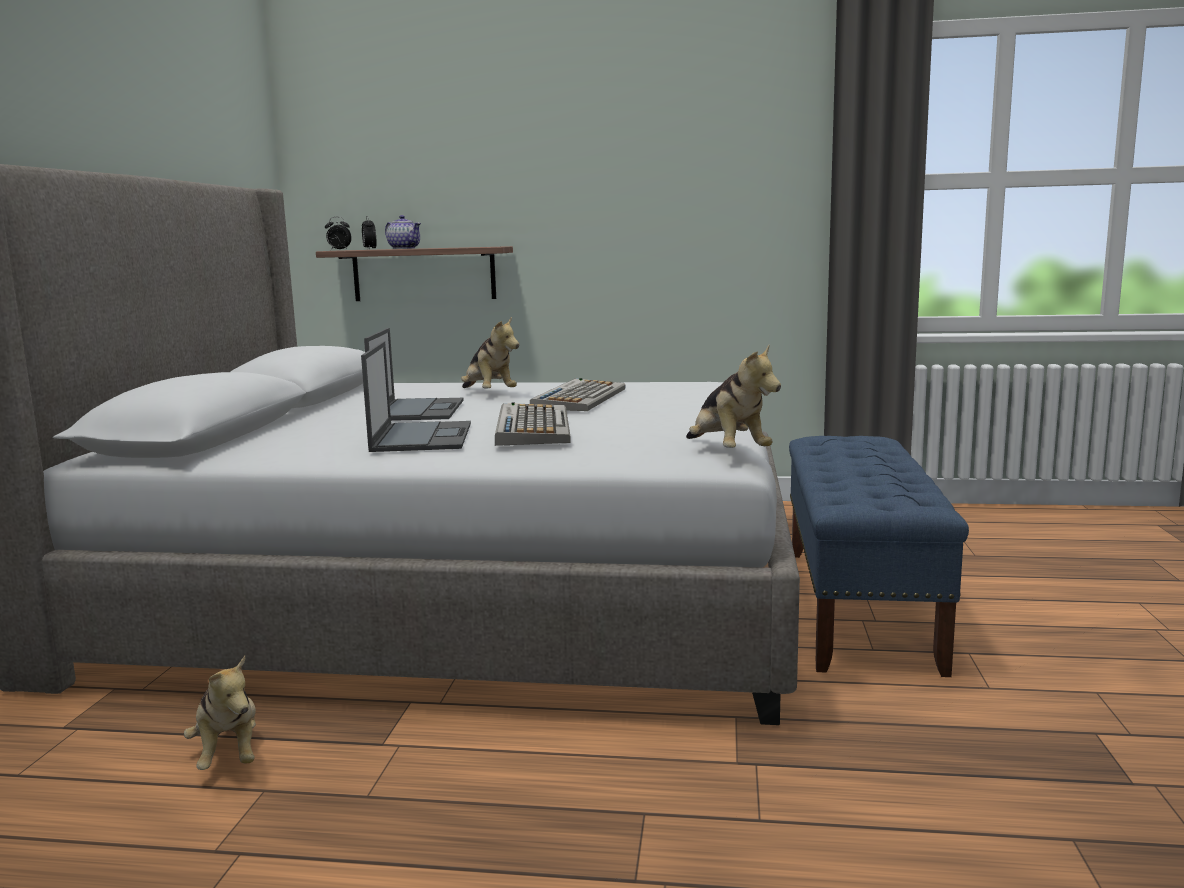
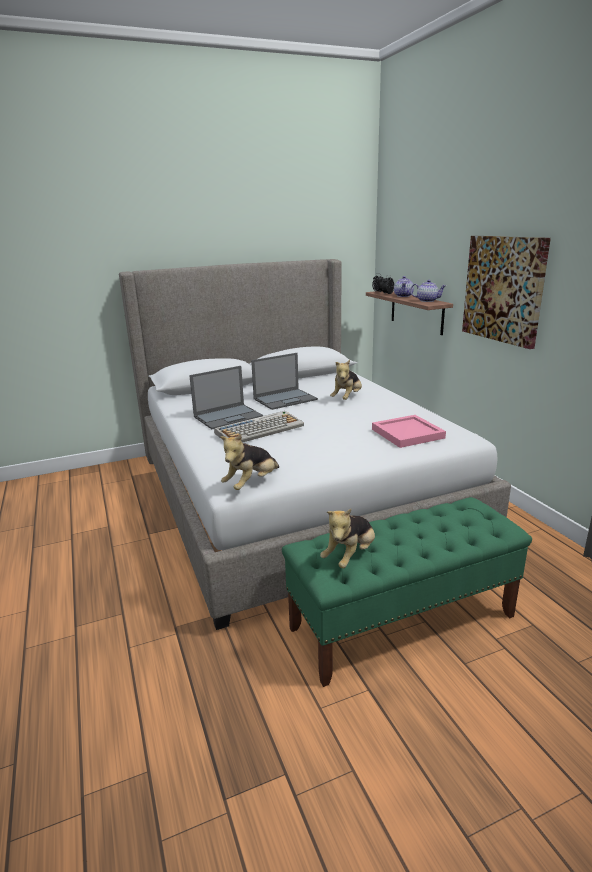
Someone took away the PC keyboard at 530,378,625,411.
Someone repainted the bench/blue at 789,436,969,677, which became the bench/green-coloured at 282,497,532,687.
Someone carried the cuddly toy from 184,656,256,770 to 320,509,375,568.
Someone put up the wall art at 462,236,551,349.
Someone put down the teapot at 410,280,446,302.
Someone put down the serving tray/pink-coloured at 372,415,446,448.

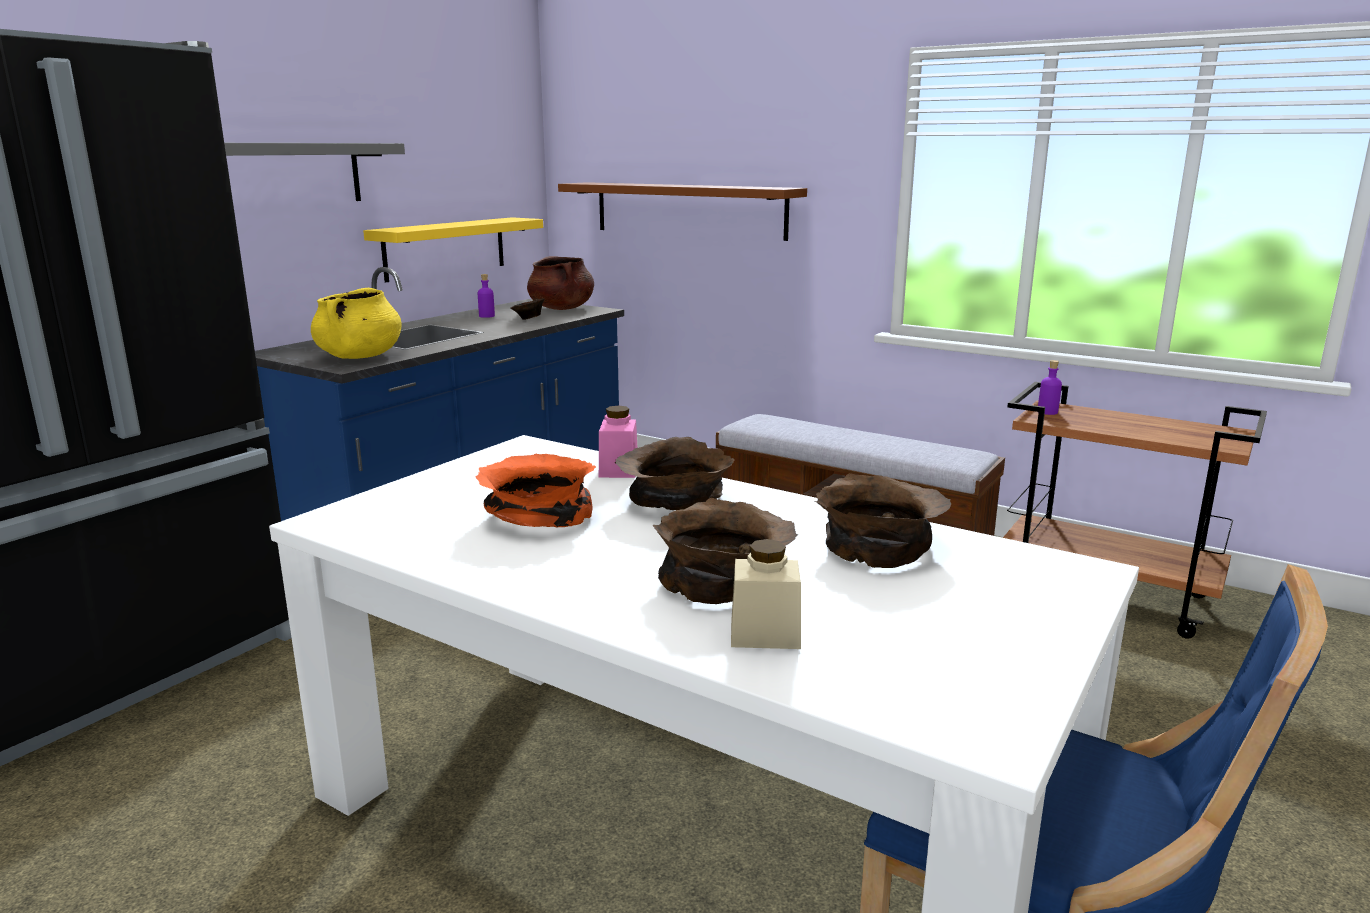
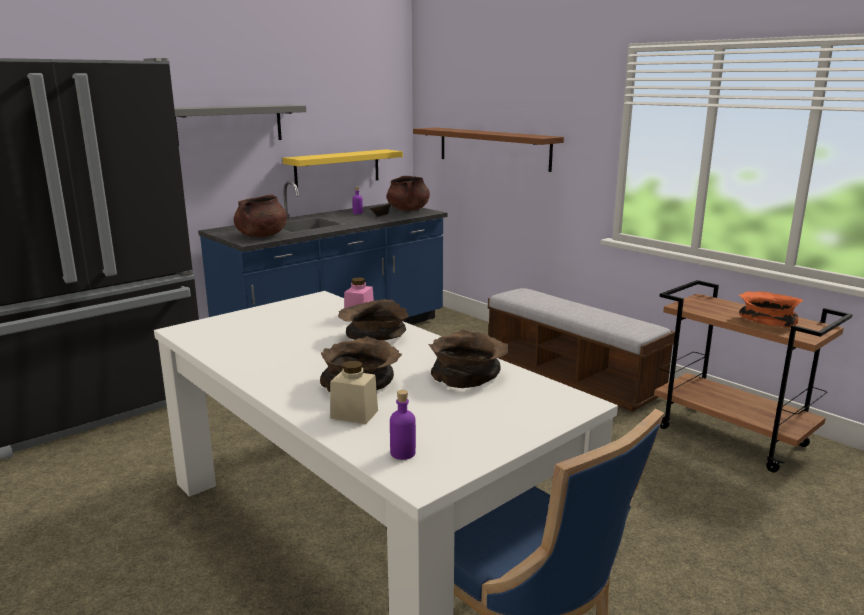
Someone repainted the stockpot/yellowish at 311,288,402,359, which became the stockpot/brown-coloured at 234,195,287,237.
Someone carried the drink bottle/purplish from 1038,360,1062,415 to 390,390,416,460.
Someone carried the serving bowl/orange-coloured from 475,454,596,528 to 738,291,803,327.

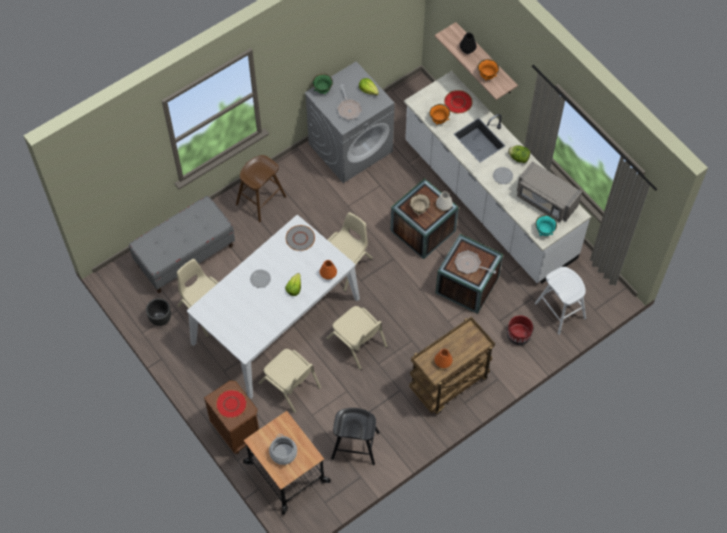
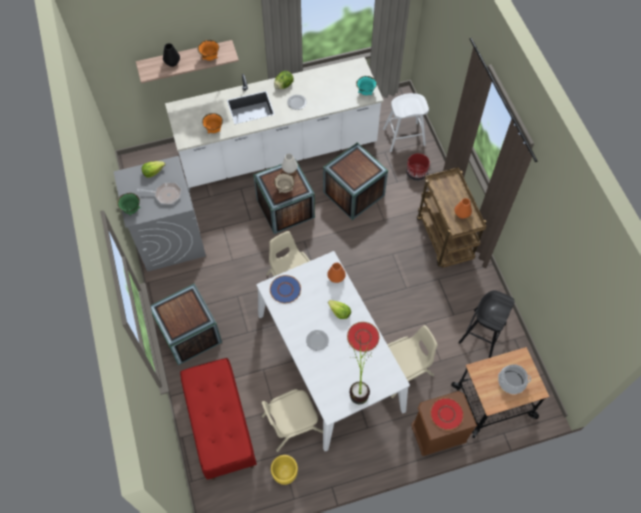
Someone carried the dinner plate/reddish from 444,90,472,113 to 347,322,379,352.
Someone swapped the stool/brown-coloured at 236,155,286,222 for the shipping crate at 150,284,222,365.
Someone took away the microwave/gray at 517,161,582,222.
Someone repainted the bench/gray at 129,196,235,293, which became the bench/reddish at 180,358,257,480.
Someone repainted the dinner plate/gray at 286,225,315,251, which became the dinner plate/blue at 270,275,301,303.
Someone took away the frying pan at 454,250,496,274.
Someone repainted the planter/blackish at 146,298,171,326, which became the planter/yellowish at 271,455,298,485.
Someone took away the chair/beige-coloured at 326,306,387,370.
Someone put down the plant in a pot at 350,337,370,404.

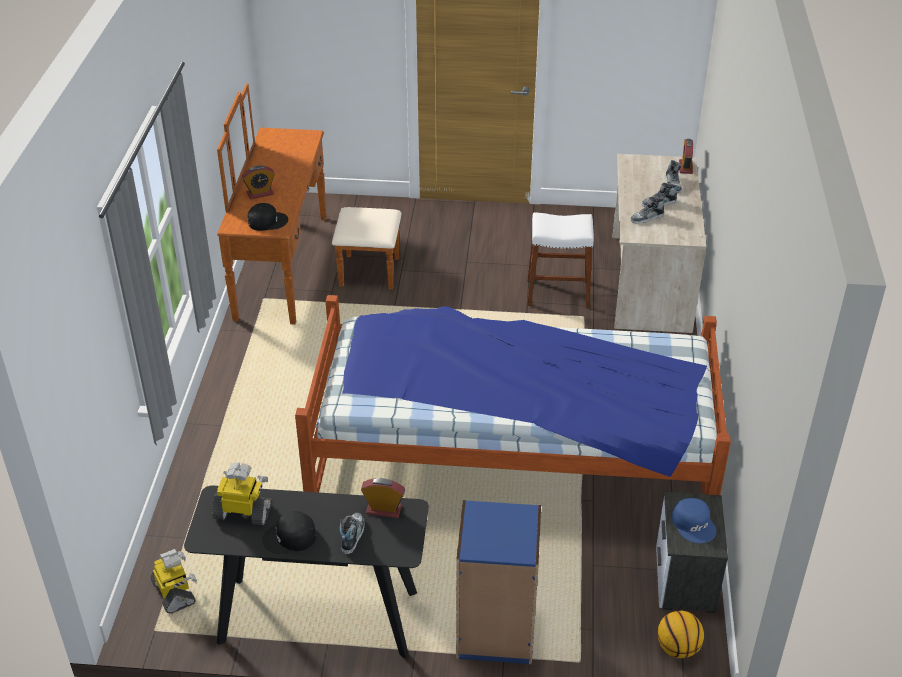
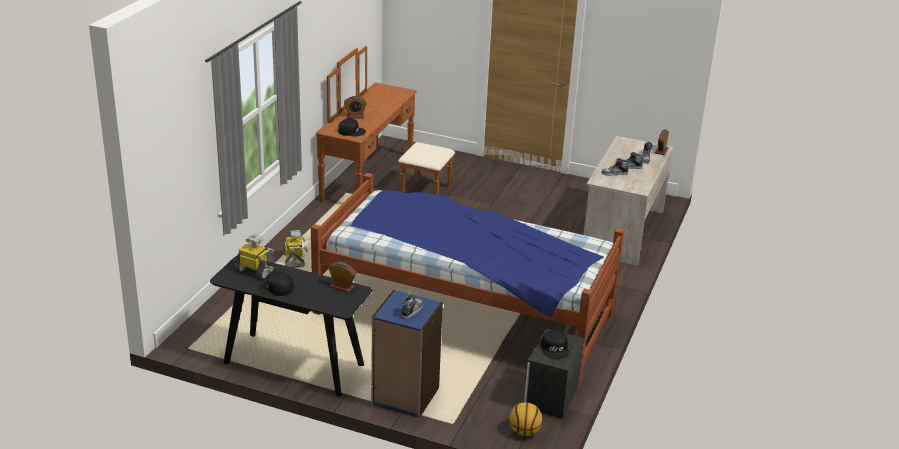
Someone took away the stool/white-coloured at 527,212,594,308.
Someone repainted the cap/blue at 672,498,716,543, which became the cap/blackish at 541,330,569,359.
Someone carried the low shoe from 340,513,364,554 to 401,294,423,319.
Someone carried the toy robot from 150,549,197,614 to 283,230,308,268.

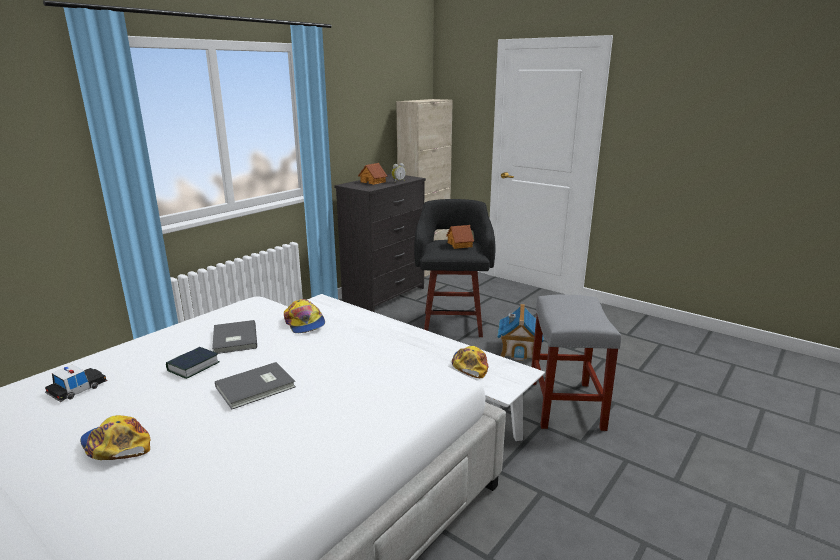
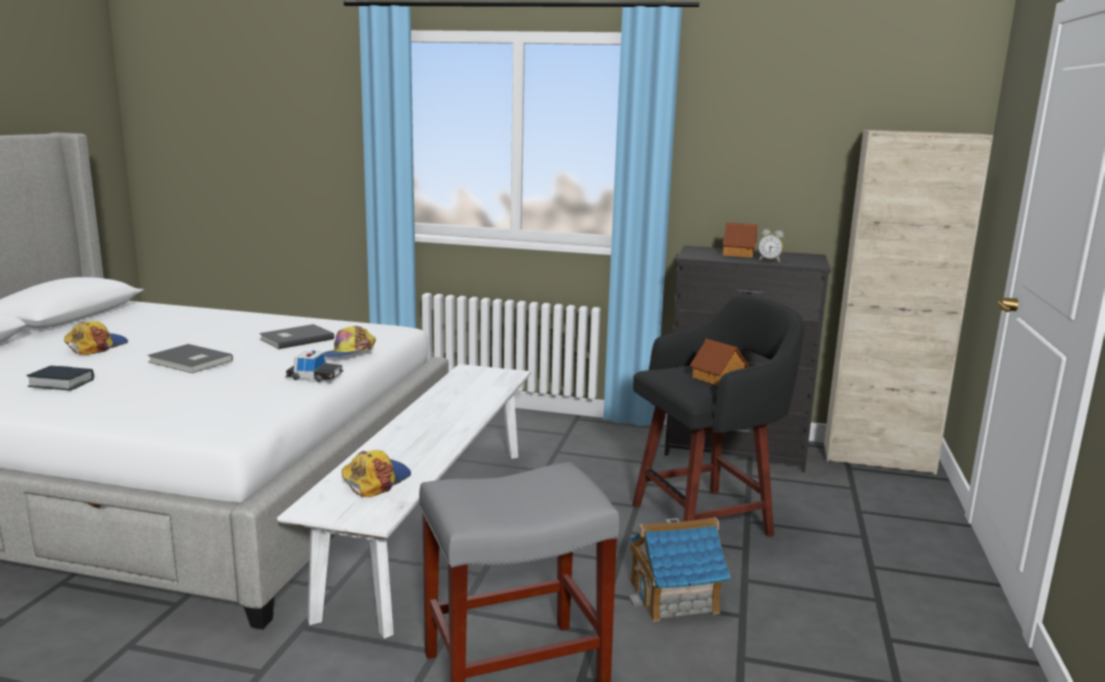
Someone rotated the cap at 452,346,488,378 by 45 degrees counterclockwise.
Someone carried the volume from 166,347,220,379 to 26,366,94,391.
Someone carried the toy car from 45,364,108,402 to 285,350,344,382.

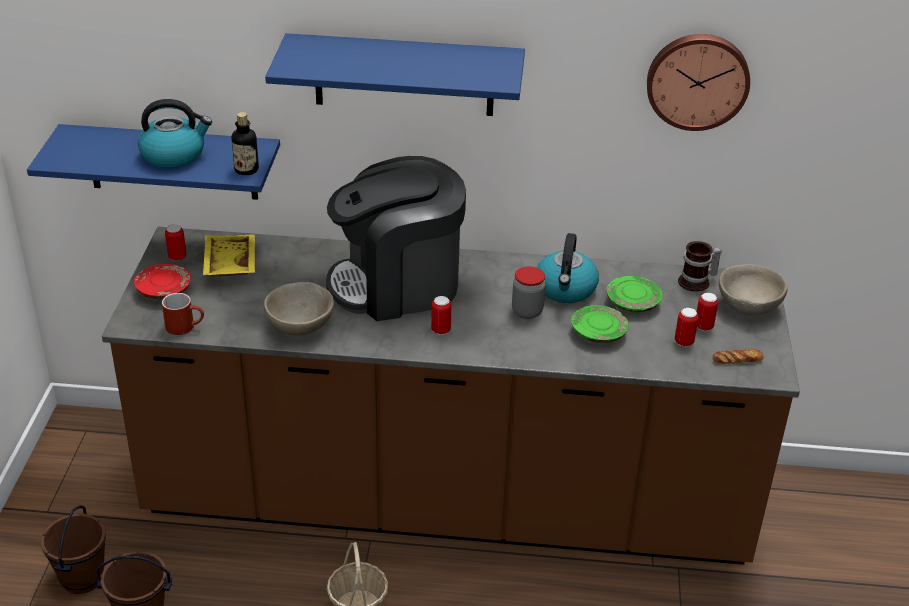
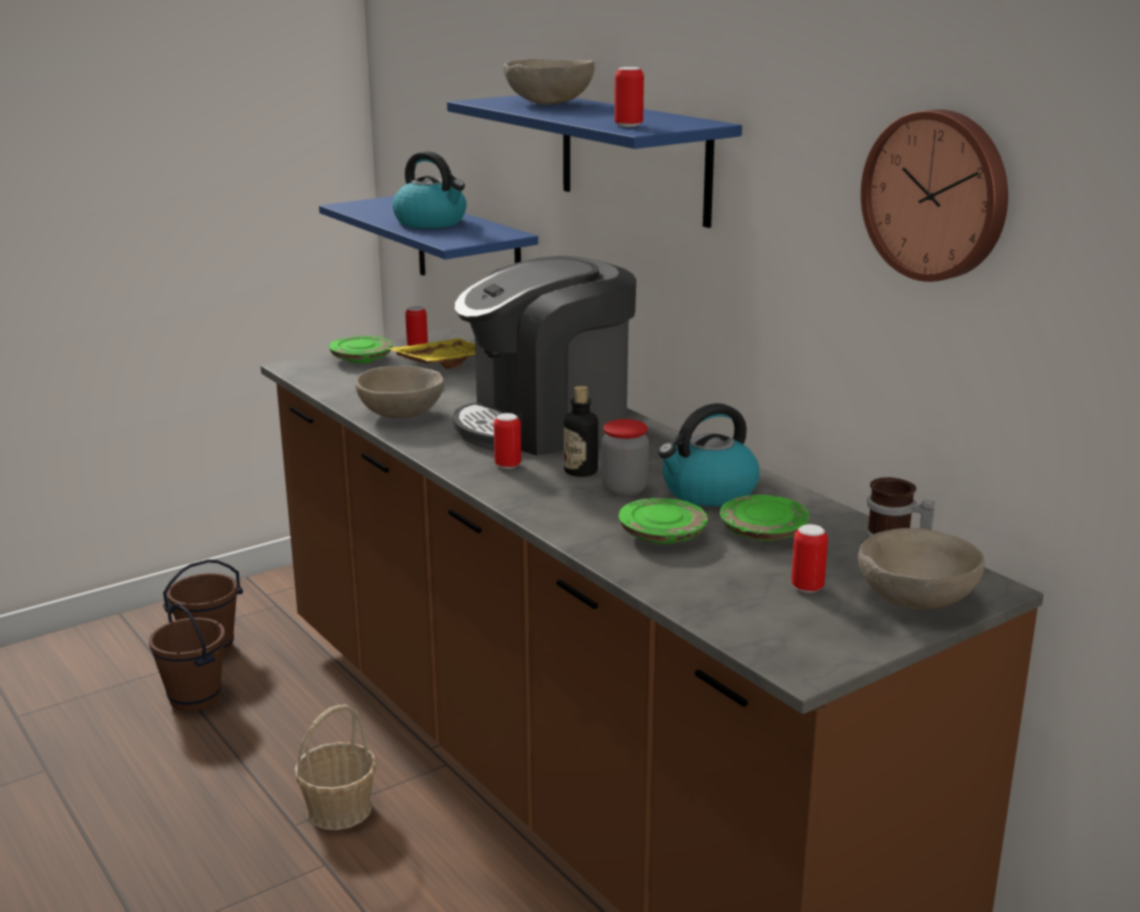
Someone carried the drink bottle from 232,112,259,175 to 564,386,598,477.
Someone rotated the coffee brewer at 326,156,466,321 by 60 degrees counterclockwise.
Someone repainted the dinner plate/reddish at 134,264,191,299, which became the dinner plate/green-coloured at 329,336,393,363.
Someone took away the tea mug/reddish at 162,293,204,335.
Someone carried the sealed can from 675,308,699,346 to 614,67,644,127.
Someone took away the bread at 712,349,764,364.
Someone put down the serving bowl/beige-coloured at 504,59,595,105.

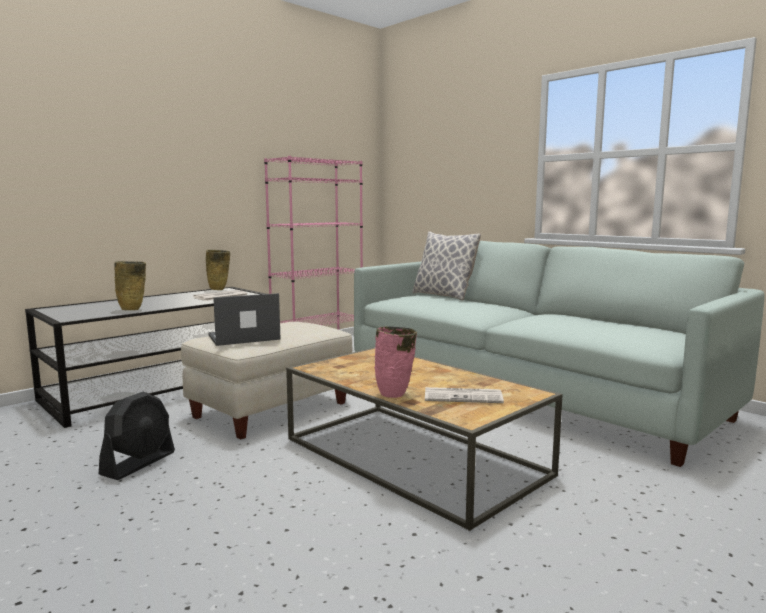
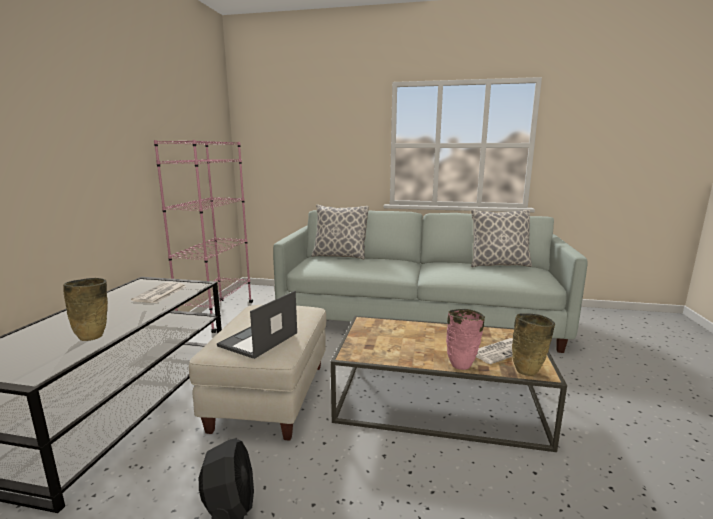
Someone carried the flower vase/beige-coloured from 206,250,230,290 to 512,313,555,376.
Someone put down the pillow at 471,209,532,267.

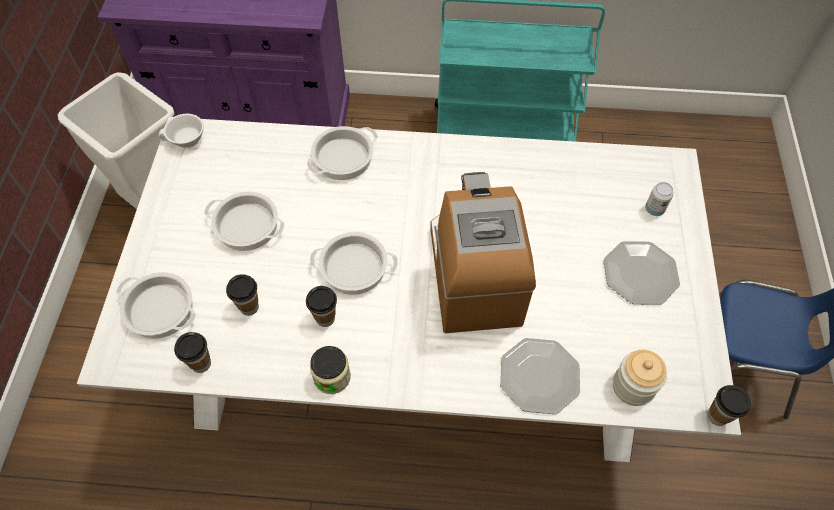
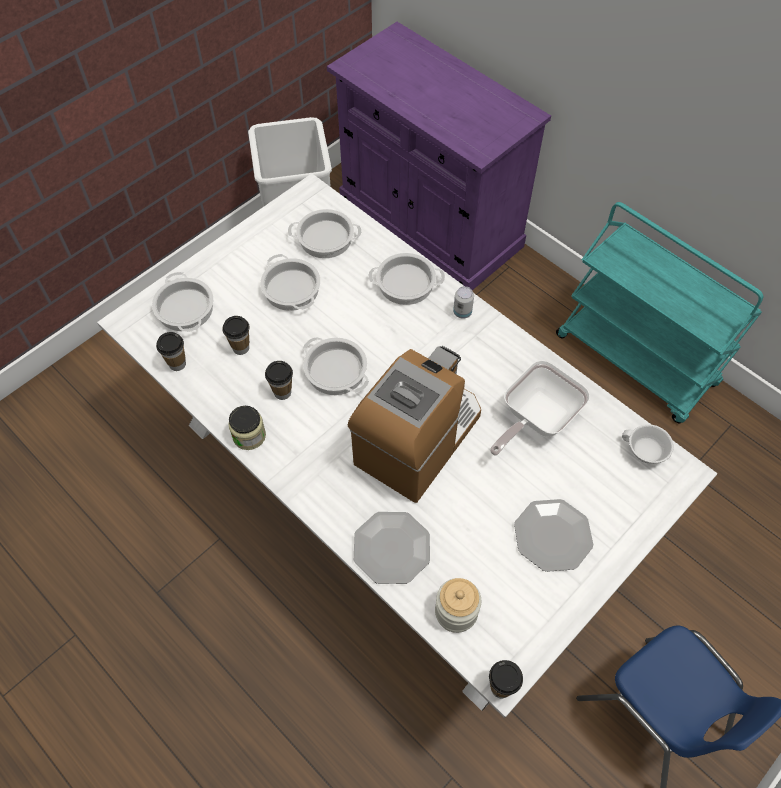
Someone carried the cup/white-coloured from 159,114,204,148 to 622,424,674,464.
Someone carried the sealed can from 645,182,674,216 to 453,286,474,319.
Someone put down the stockpot at 288,209,362,258.
Someone put down the frying pan at 490,360,590,455.

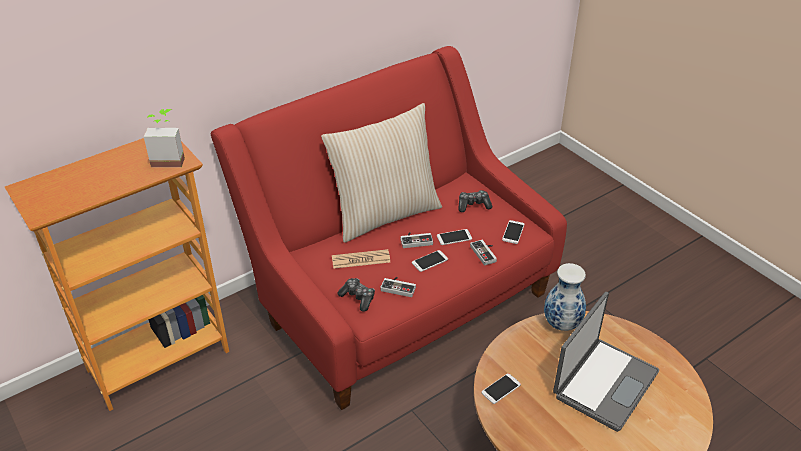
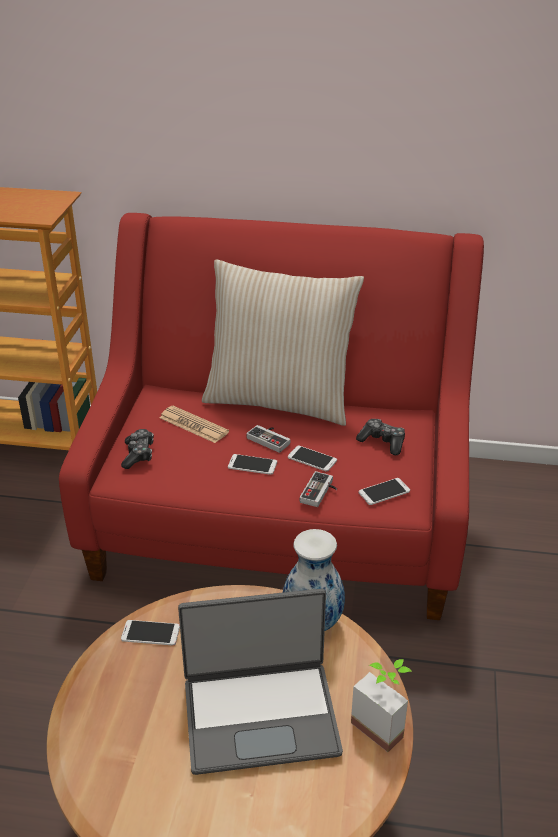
Someone carried the plant in a pot from 144,109,185,167 to 351,659,412,752.
Someone took away the gamepad at 380,277,416,297.

